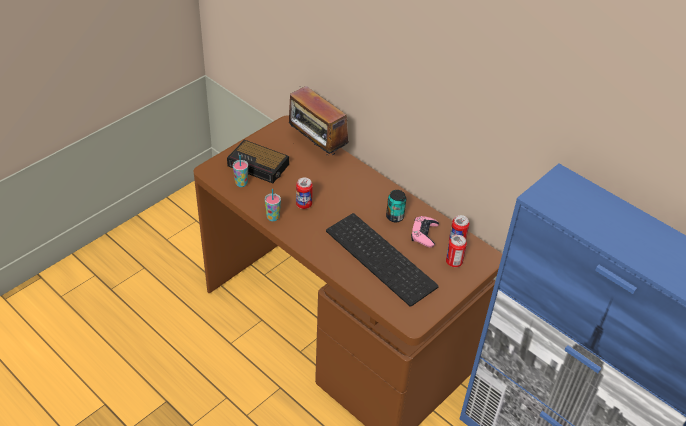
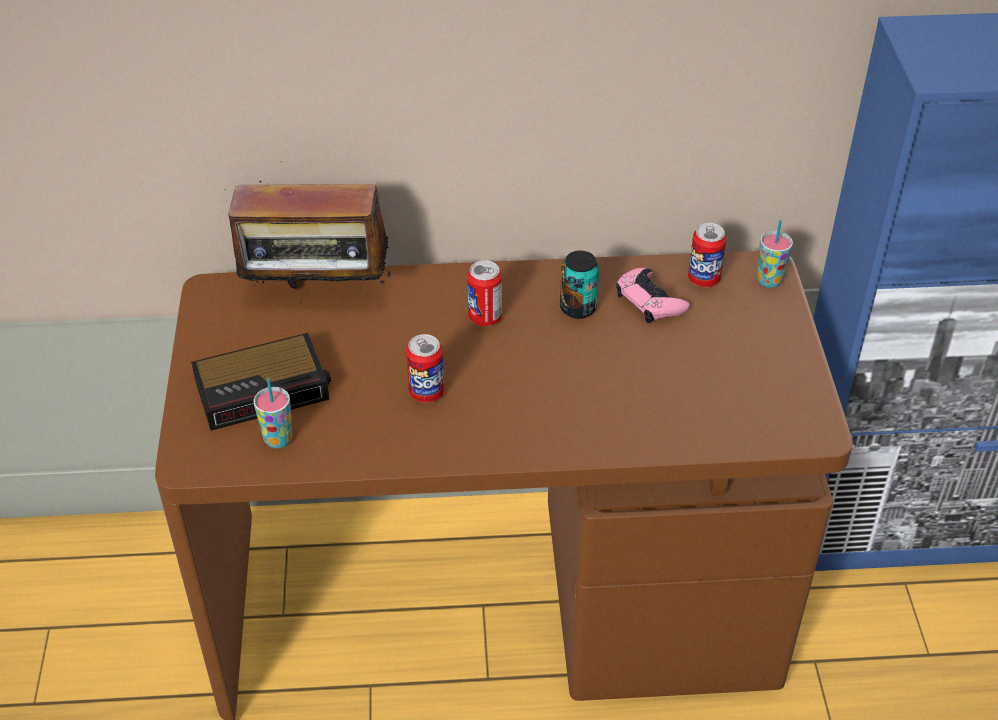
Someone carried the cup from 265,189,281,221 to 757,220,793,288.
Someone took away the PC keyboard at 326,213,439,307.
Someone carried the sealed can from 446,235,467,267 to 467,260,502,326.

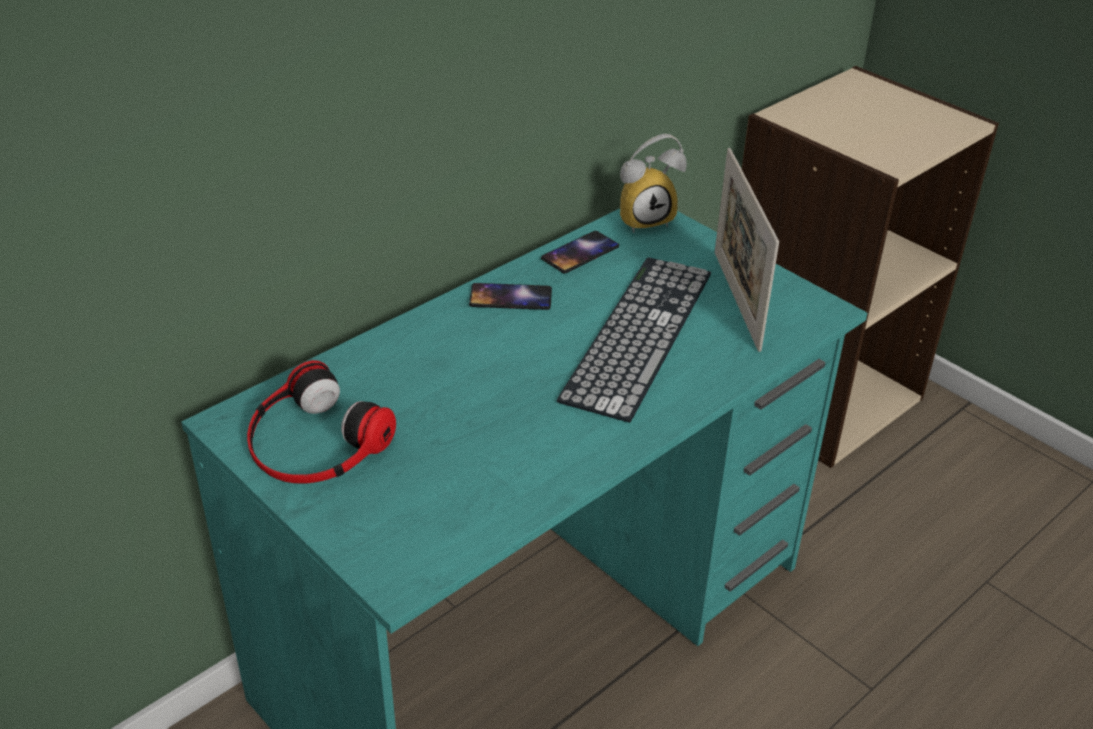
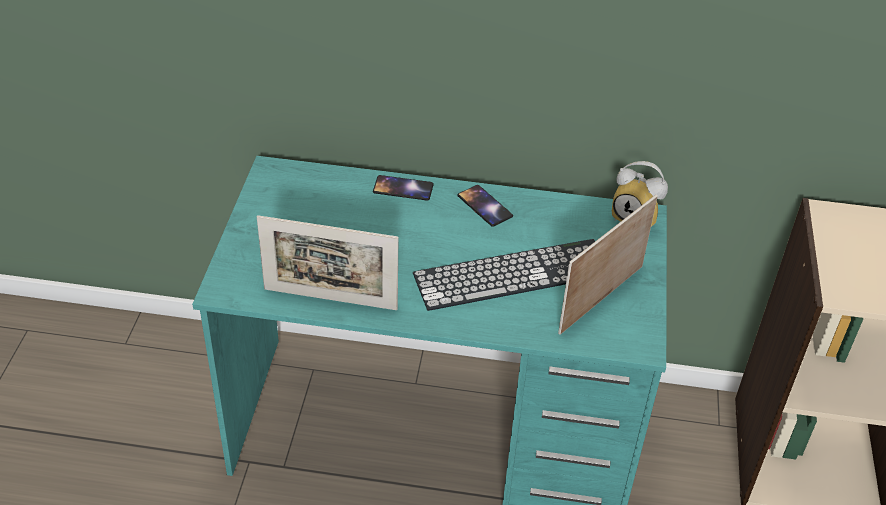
Someone carried the phone from 541,231,619,273 to 373,175,434,201.
Someone took away the headset at 247,360,396,484.
Someone put down the standing frame at 257,215,398,310.

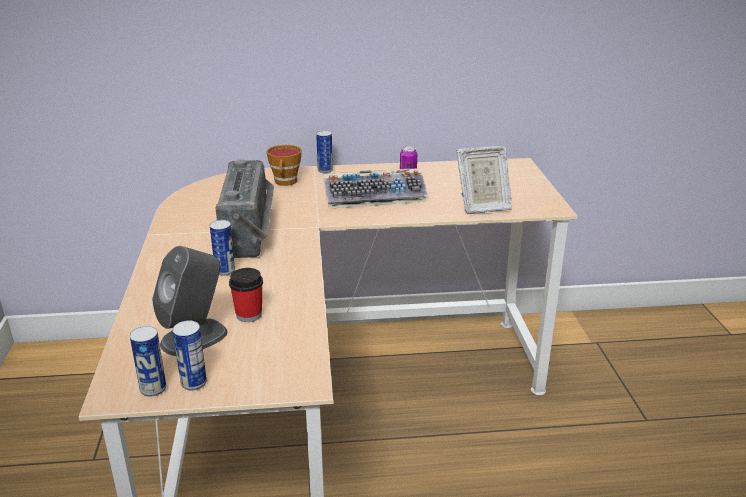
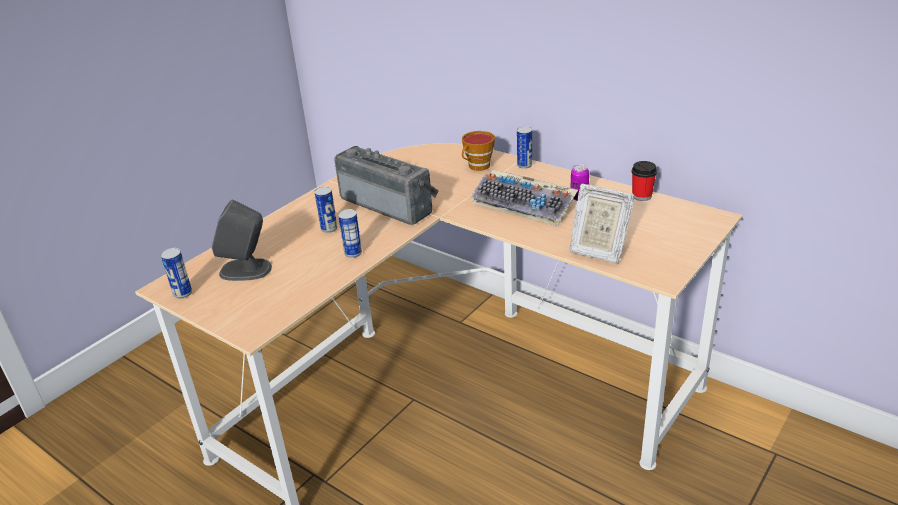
Someone rotated the radio receiver at 216,159,274,258 by 90 degrees counterclockwise.
Someone carried the cup from 229,268,263,322 to 631,161,657,201.
Someone carried the sealed can from 173,321,207,390 to 338,209,362,258.

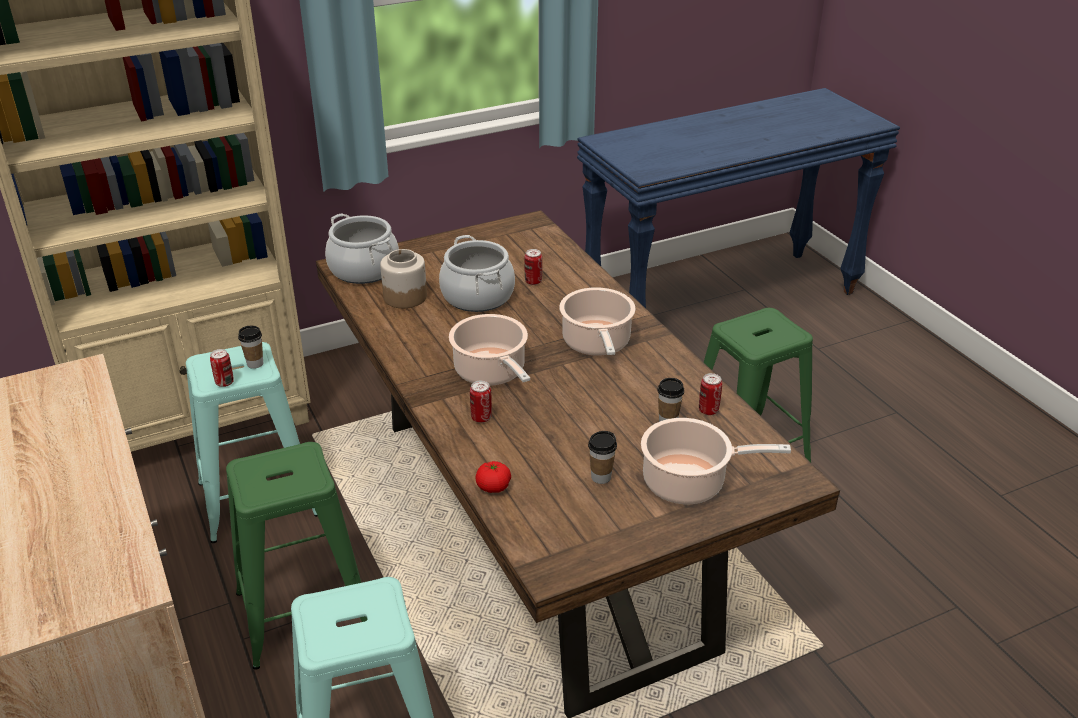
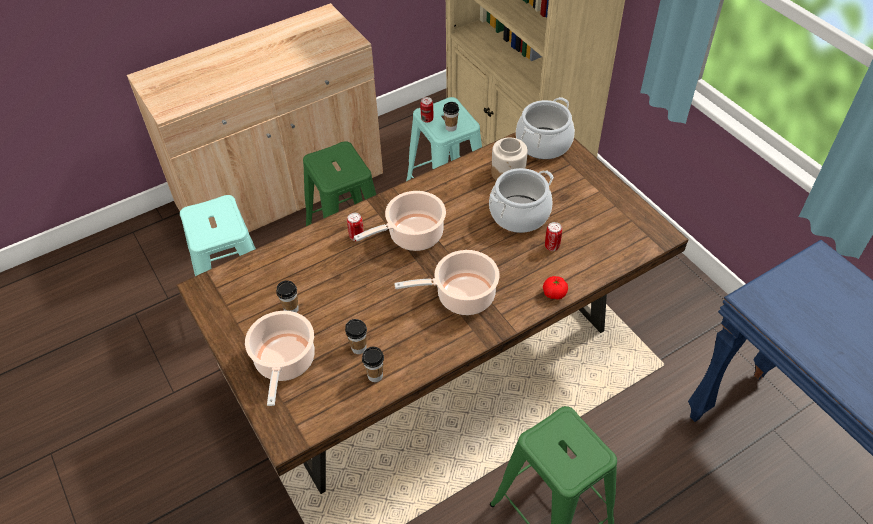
Someone swapped the sealed can at 699,373,722,415 for the cup at 362,346,384,382.
Someone carried the fresh tomato from 475,461,511,493 to 543,276,568,299.

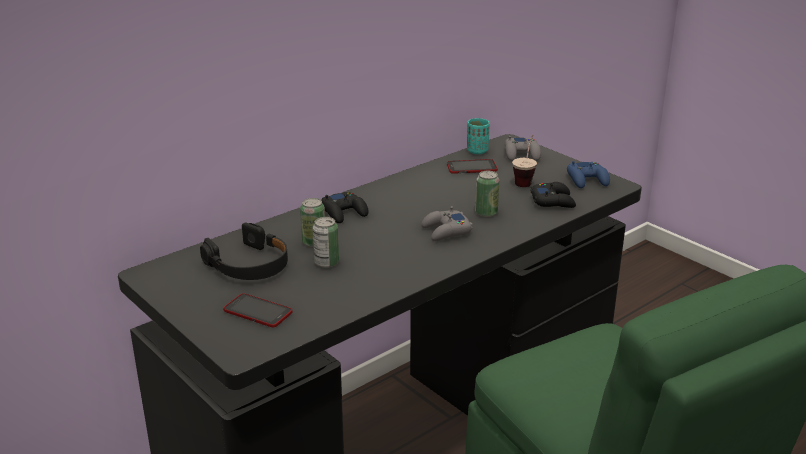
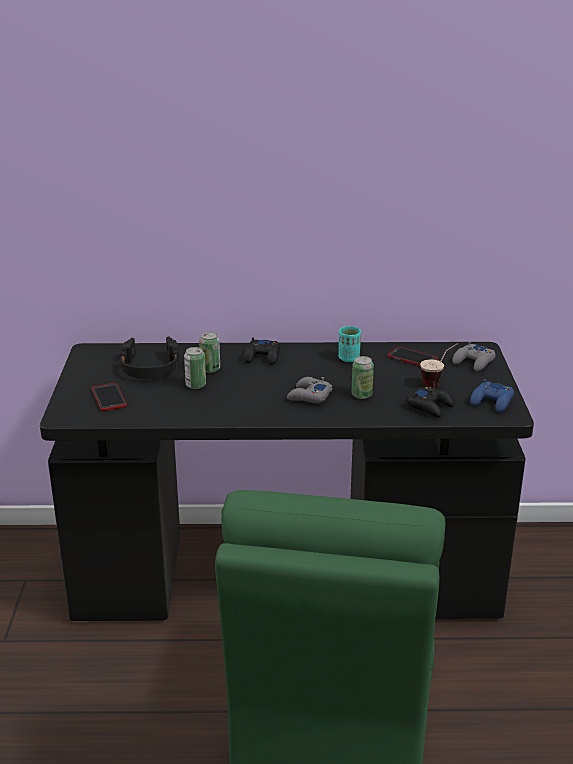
Someone carried the cup/blue-green from 467,118,490,154 to 338,326,361,362.

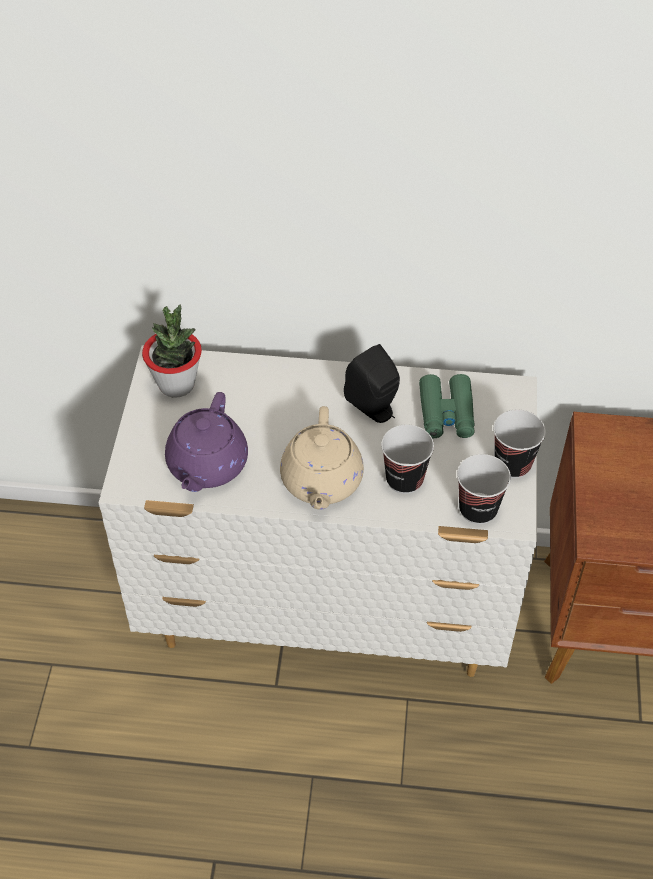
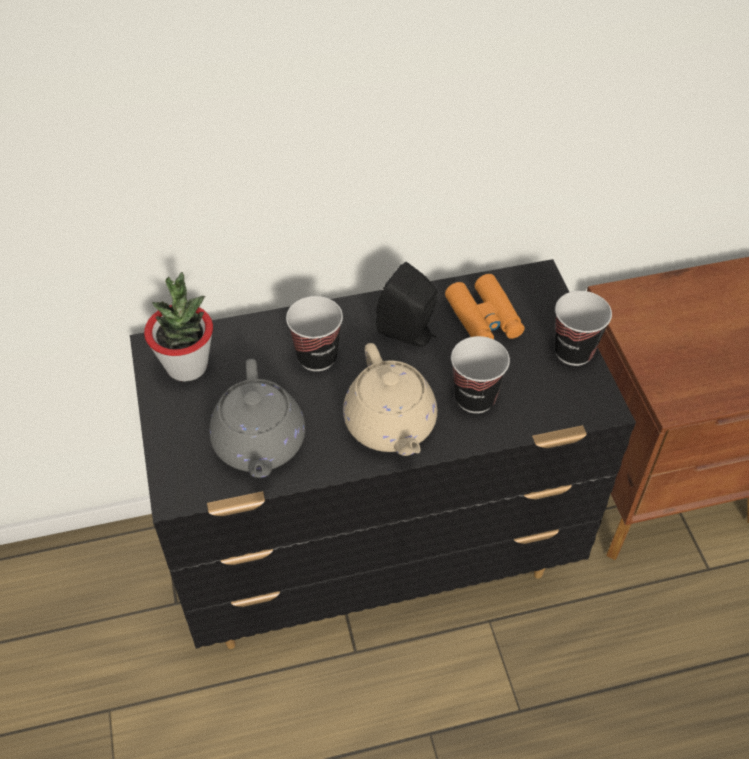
Someone repainted the drawer chest/white-coloured at 99,346,537,677, which became the drawer chest/blackish at 130,259,636,649.
Someone repainted the pair of binoculars/green-coloured at 419,374,475,438, which became the pair of binoculars/orange-coloured at 445,274,524,339.
Someone repainted the teapot/purplish at 165,392,248,492, which became the teapot/gray at 209,359,305,478.
Someone carried the cup from 457,454,511,524 to 286,296,343,371.

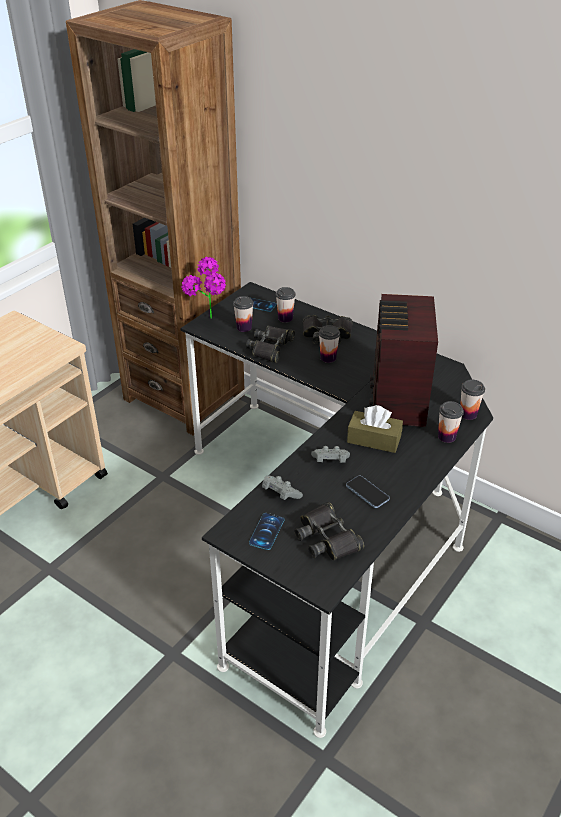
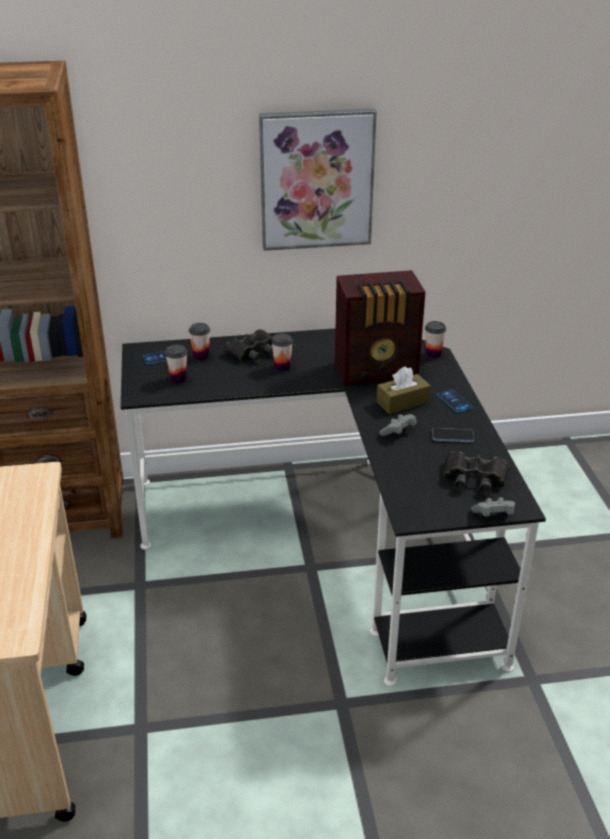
Someone took away the plant in a pot at 181,257,226,319.
Someone rotated the radio receiver at 369,294,438,427 by 60 degrees counterclockwise.
Someone took away the pair of binoculars/blackish at 246,326,295,363.
Someone took away the cup at 438,401,464,443.
Someone carried the gamepad/gray from 262,476,303,500 to 471,497,515,516.
Someone carried the phone from 249,513,284,550 to 437,389,473,413.
Someone put up the wall art at 259,109,377,251.

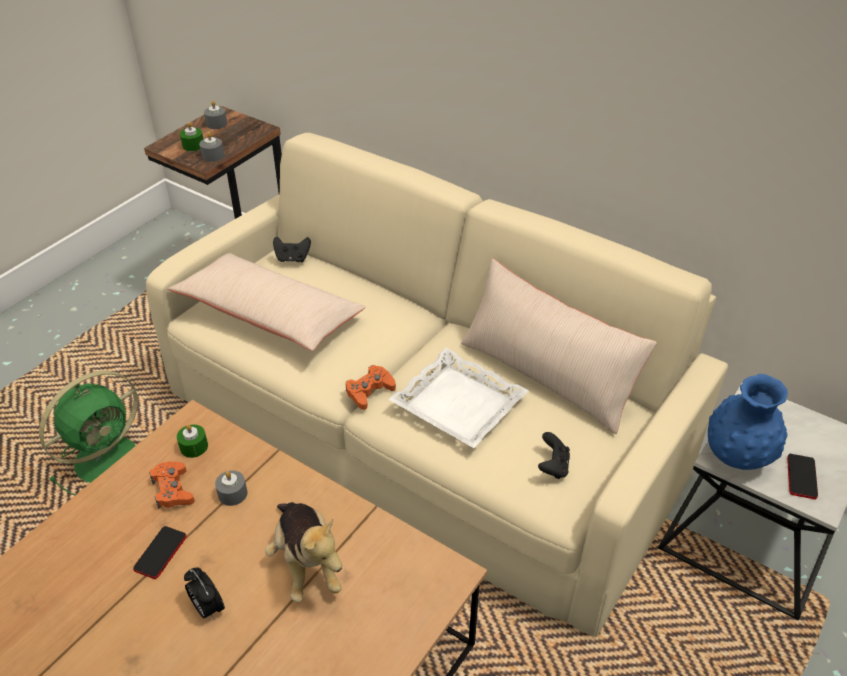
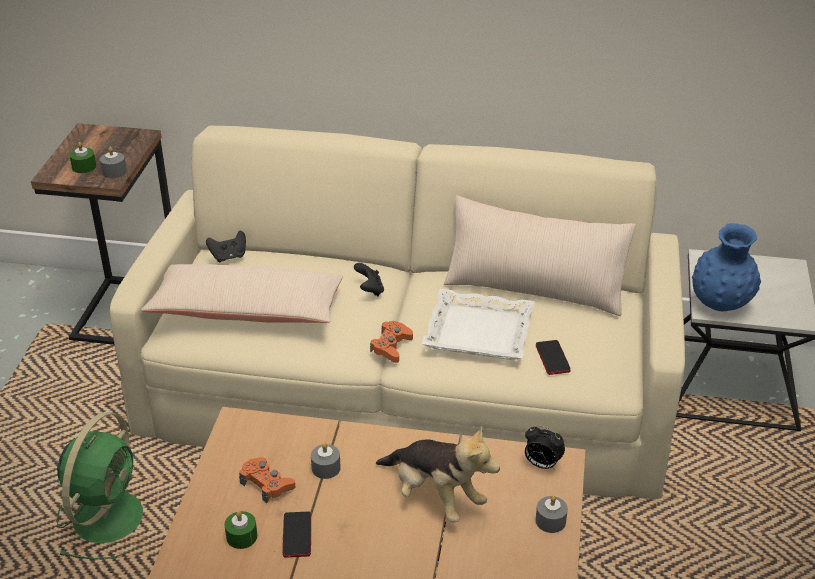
Someone carried the wax light/gray from 204,101,227,129 to 536,496,568,533.
Someone carried the wax light/green-coloured from 177,424,208,458 to 225,511,257,549.
Someone carried the gamepad/blackish from 538,432,570,479 to 354,263,384,296.
Someone carried the phone from 787,454,818,500 to 536,340,571,375.
Someone carried the bedside clock from 184,567,225,620 to 525,425,565,470.

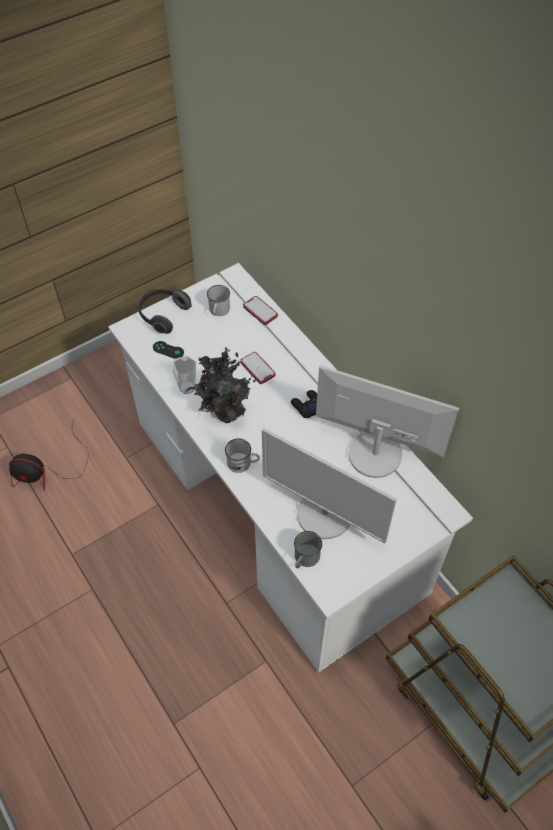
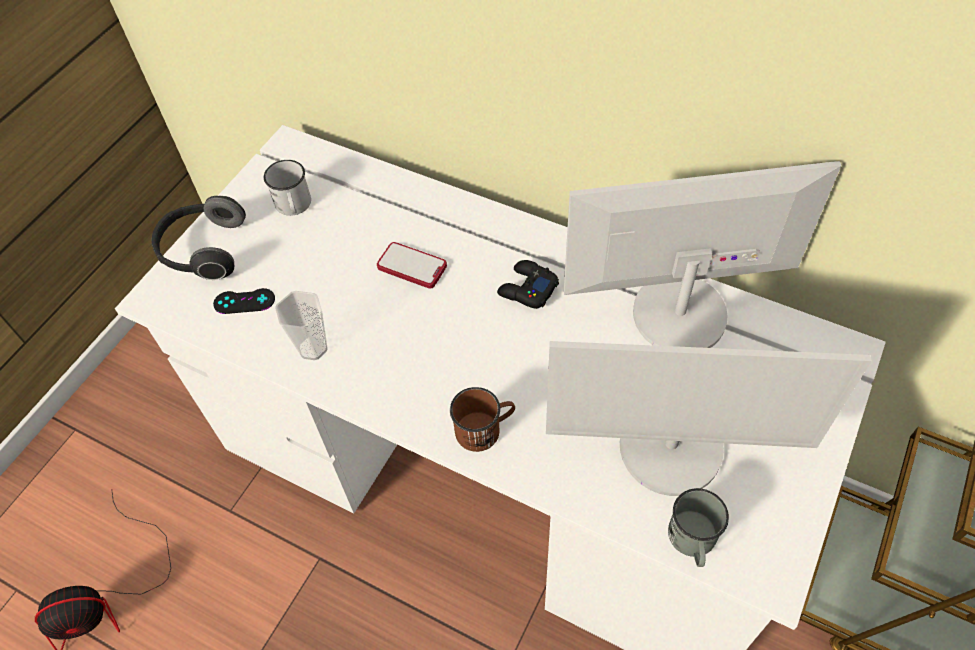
Someone took away the phone at 243,296,278,325.
Someone took away the plant in a pot at 185,347,259,423.
Someone repainted the tea mug/white-coloured at 225,438,260,473, which became the tea mug/brown-coloured at 450,387,515,452.

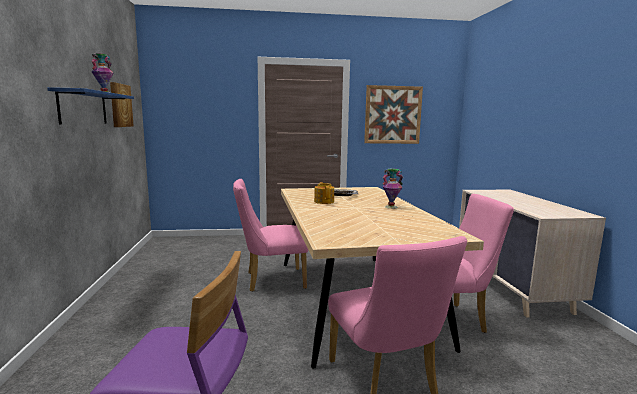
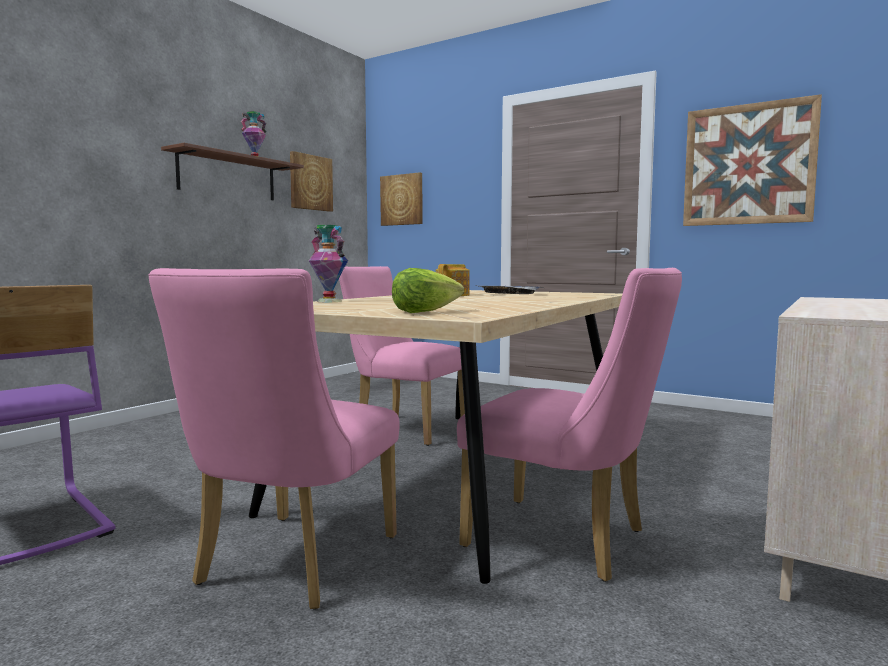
Someone repainted the wall shelf/blue at 47,87,134,125, which became the wall shelf/brown-coloured at 161,143,304,200.
Someone carried the flower vase from 383,169,403,209 to 308,225,348,302.
Someone put up the wall art at 380,172,423,226.
Someone put down the lettuce at 392,268,464,313.

